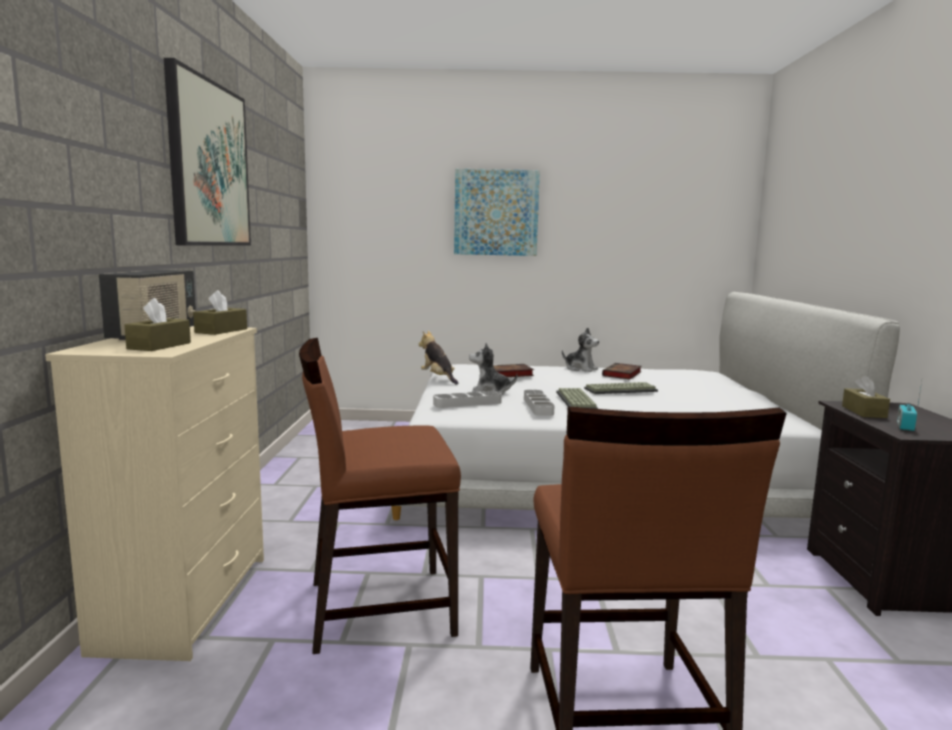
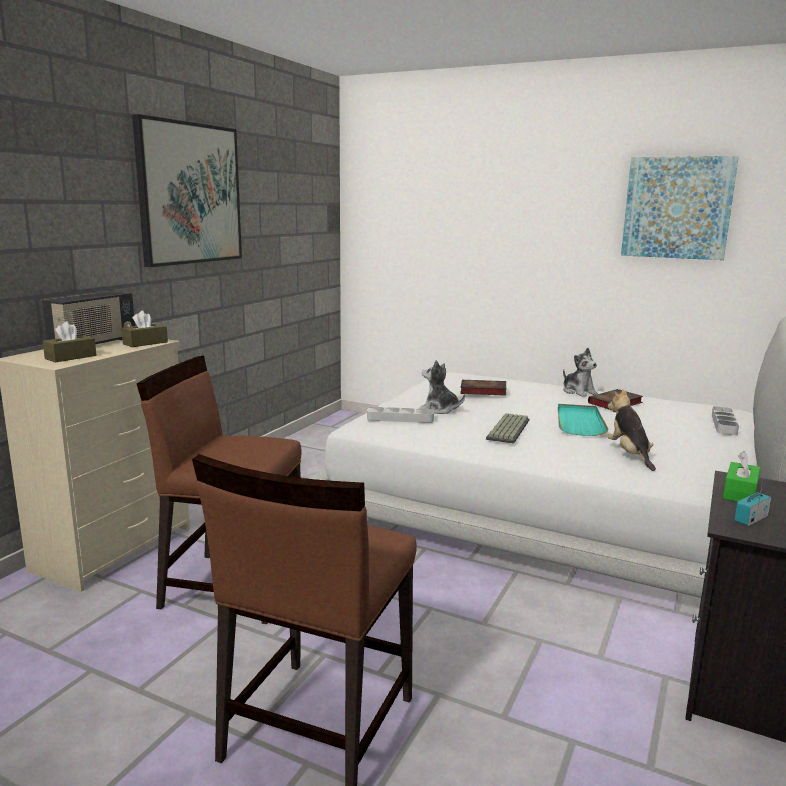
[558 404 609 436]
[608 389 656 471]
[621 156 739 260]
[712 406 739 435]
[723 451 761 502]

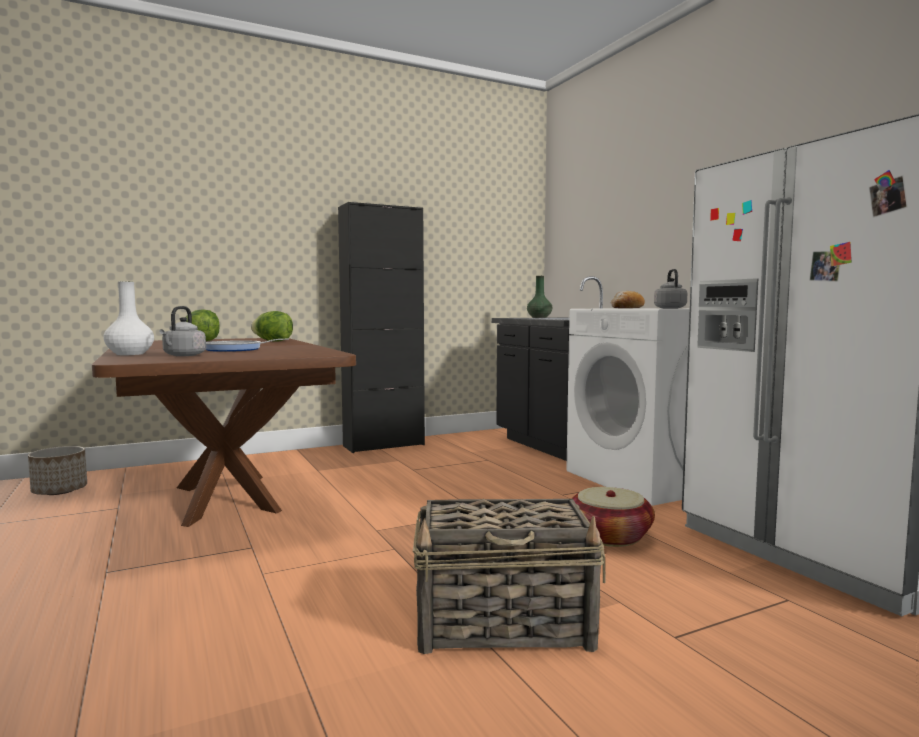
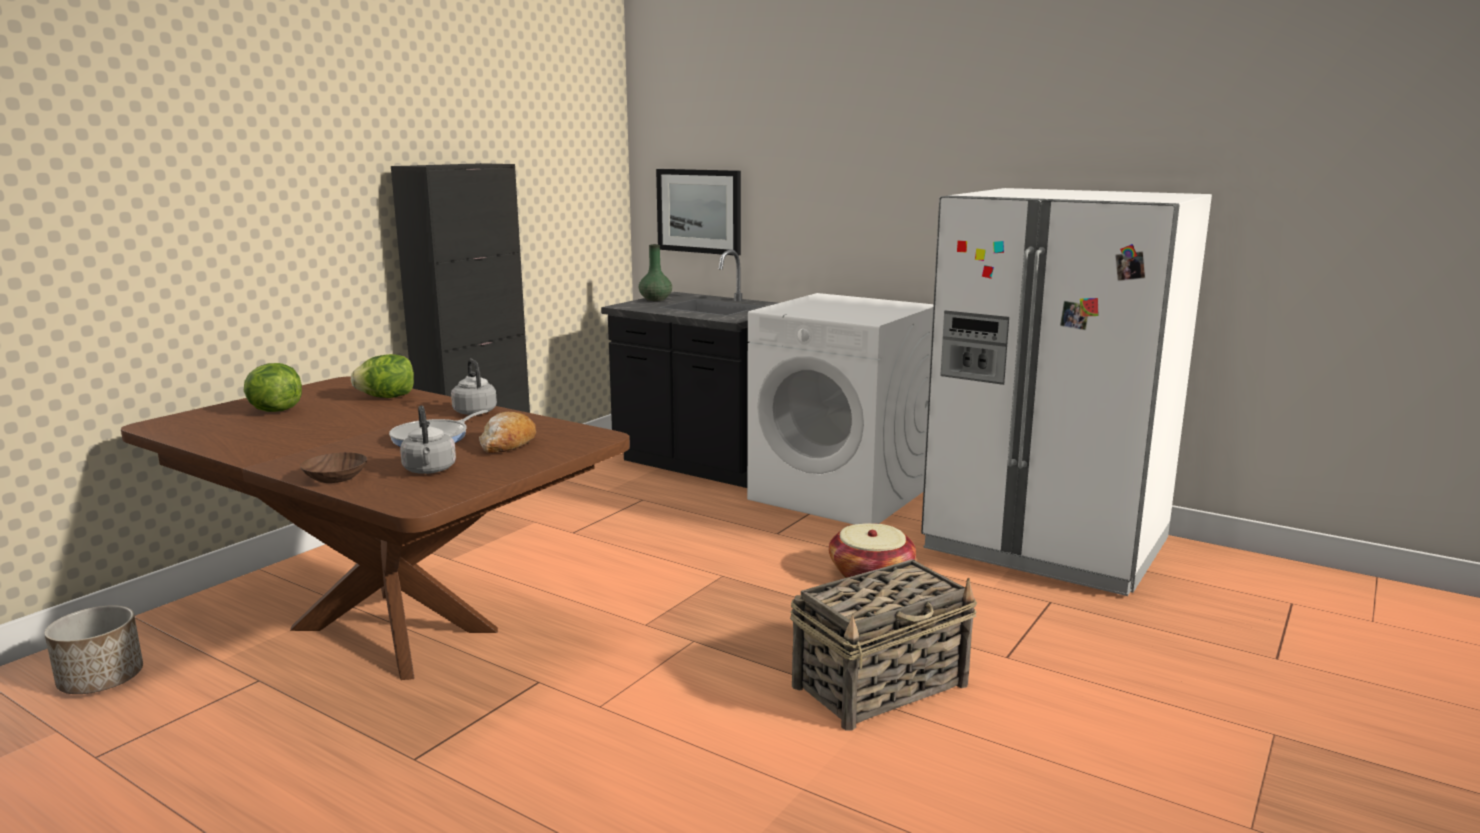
[300 452 368 483]
[451 359 497 415]
[479 412 536 453]
[656 169 741 256]

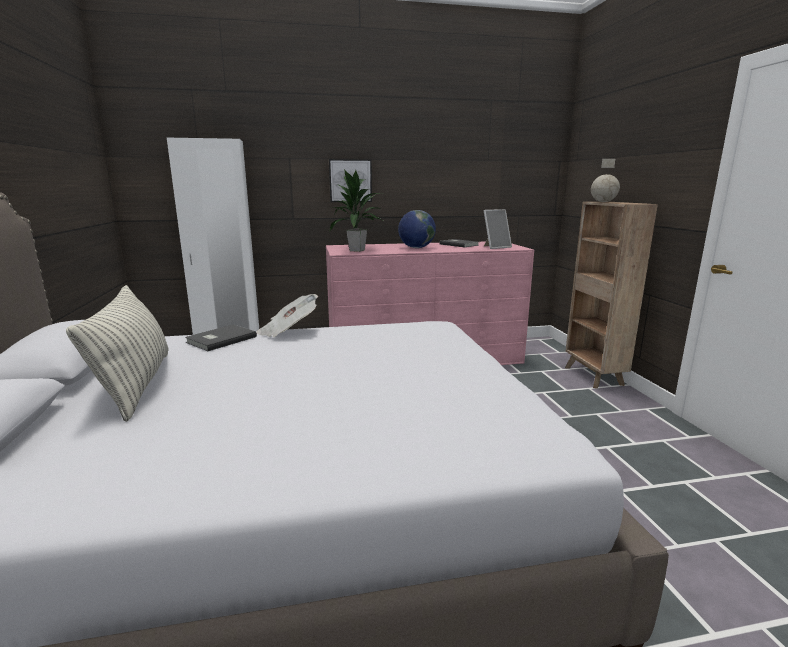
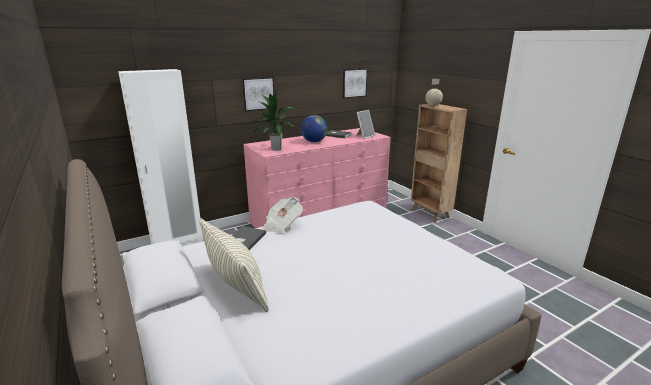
[342 69 368 98]

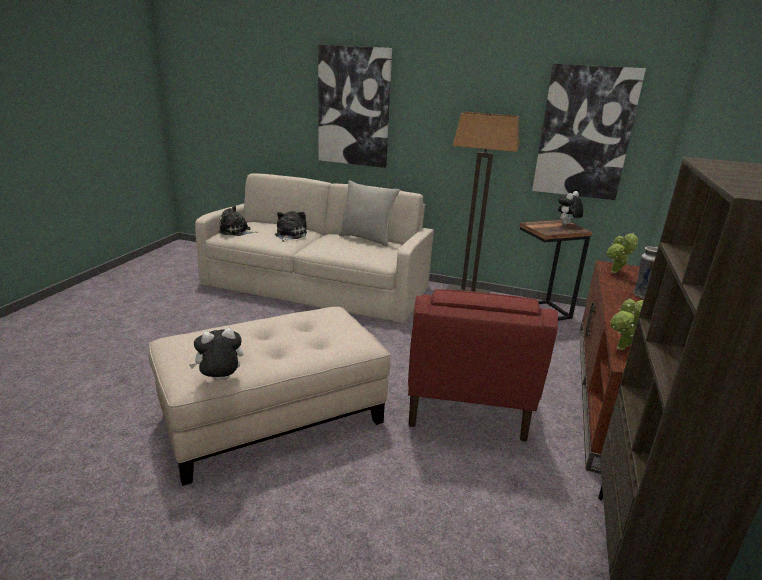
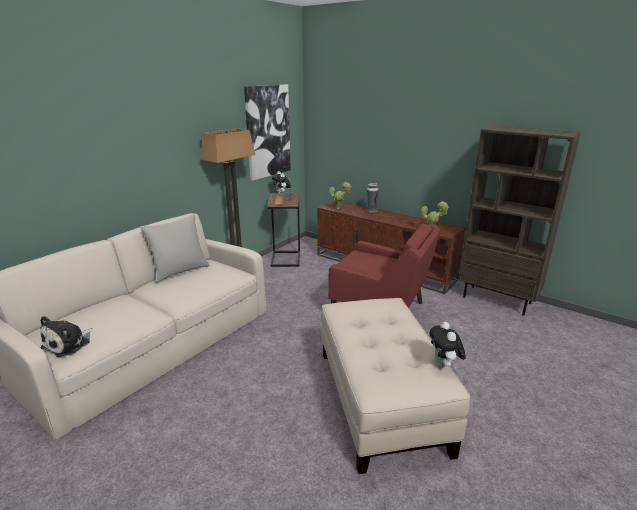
[275 211 307 242] (first image)
[318 45 392 168] (first image)

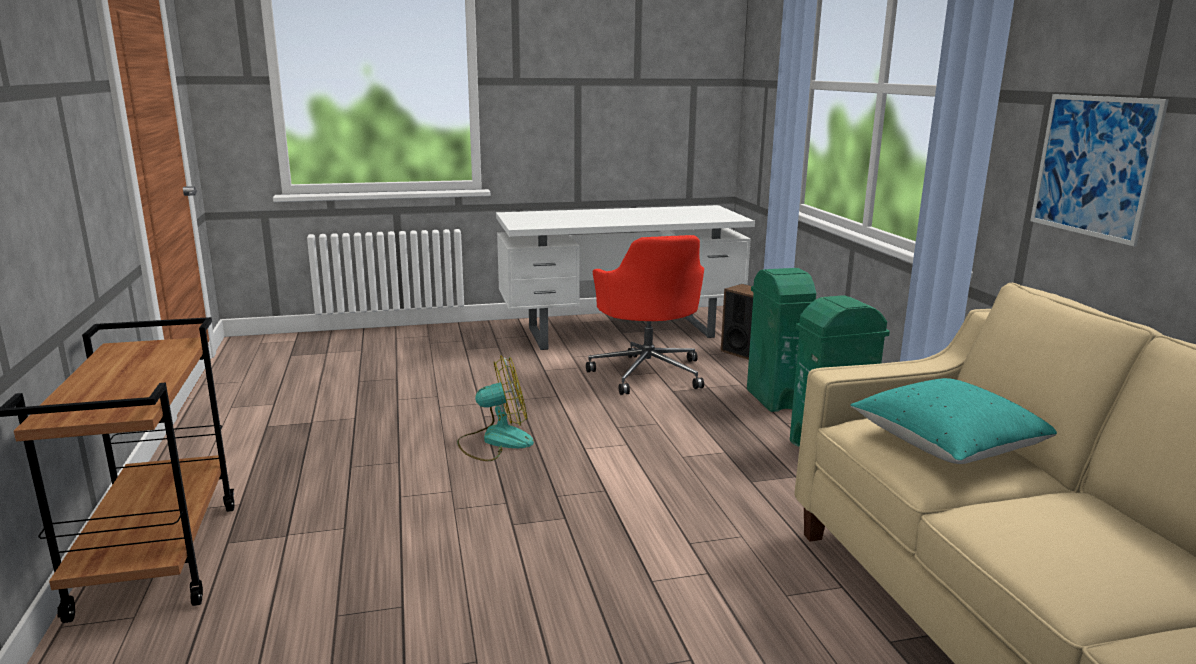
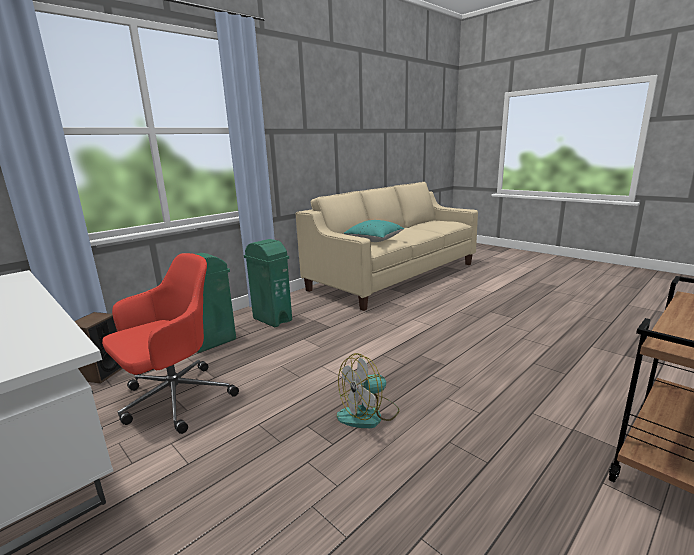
[337 353 399 428]
[1030 94 1169 246] (first image)

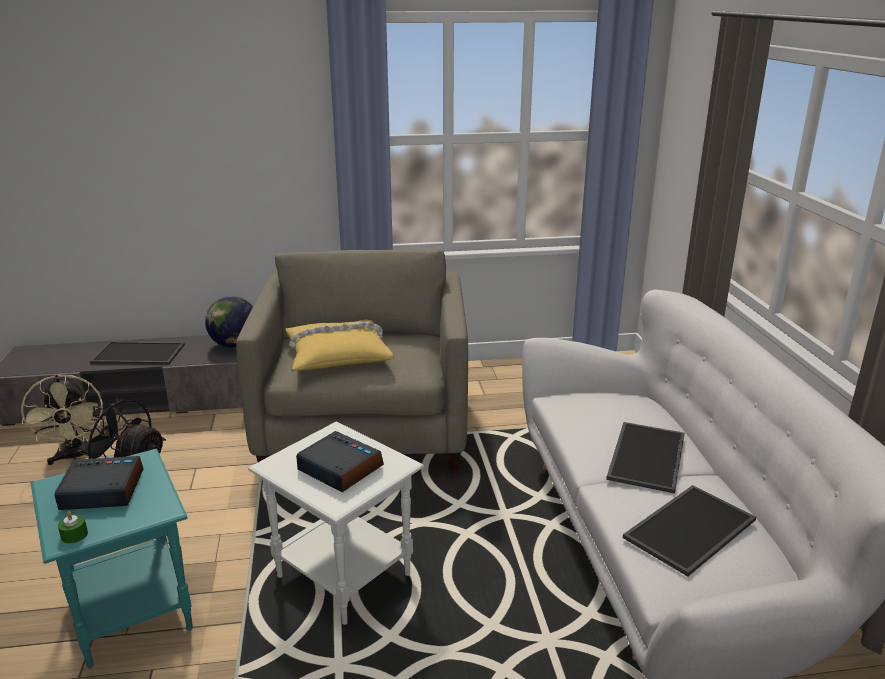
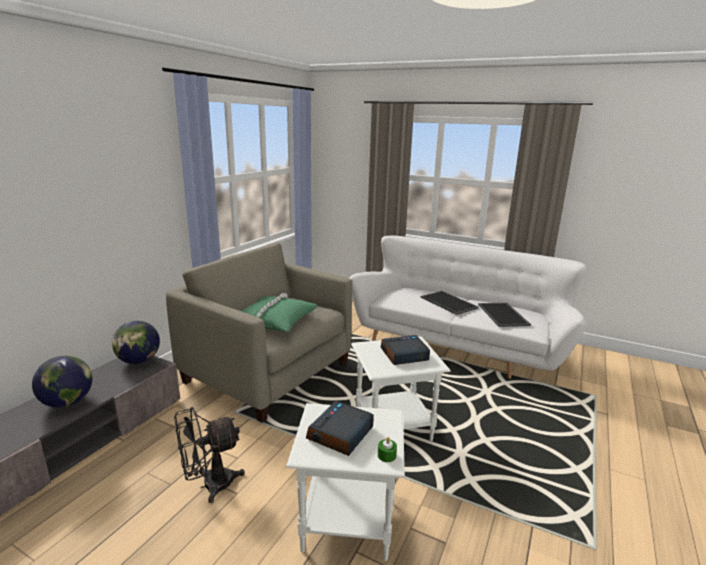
[32 356 92 408]
[241 293 318 332]
[286 403 405 561]
[21 374 103 465] (first image)

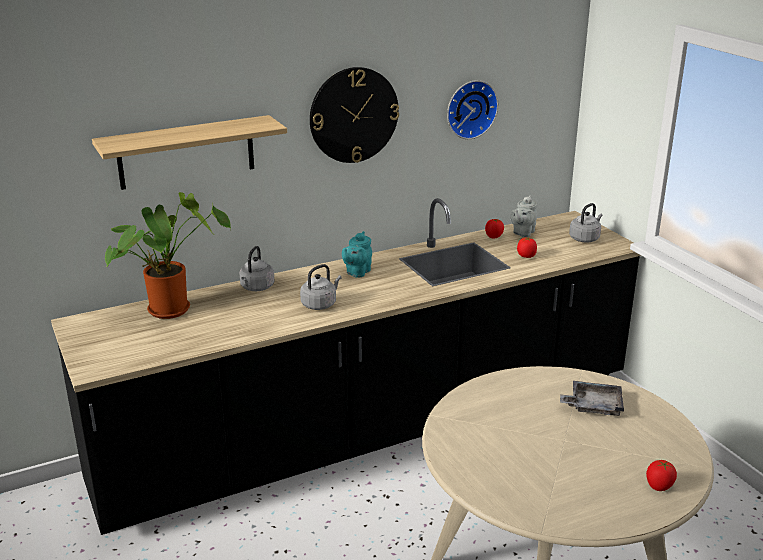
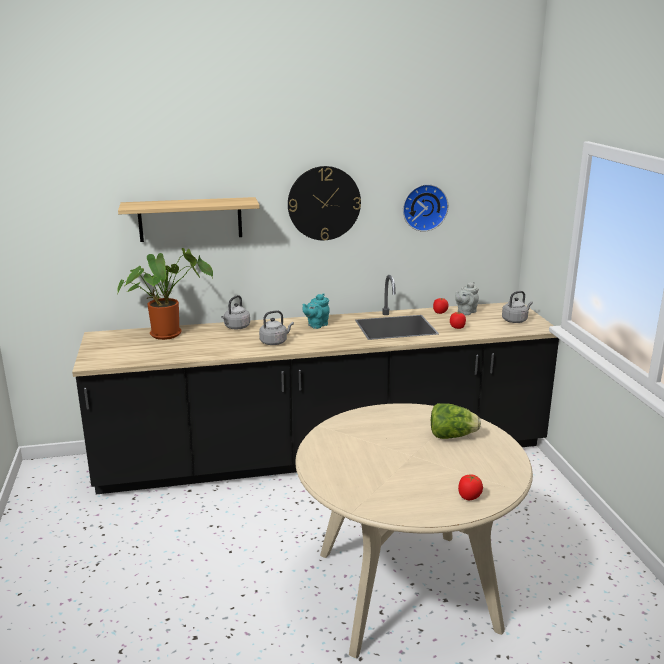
[431 403 481 439]

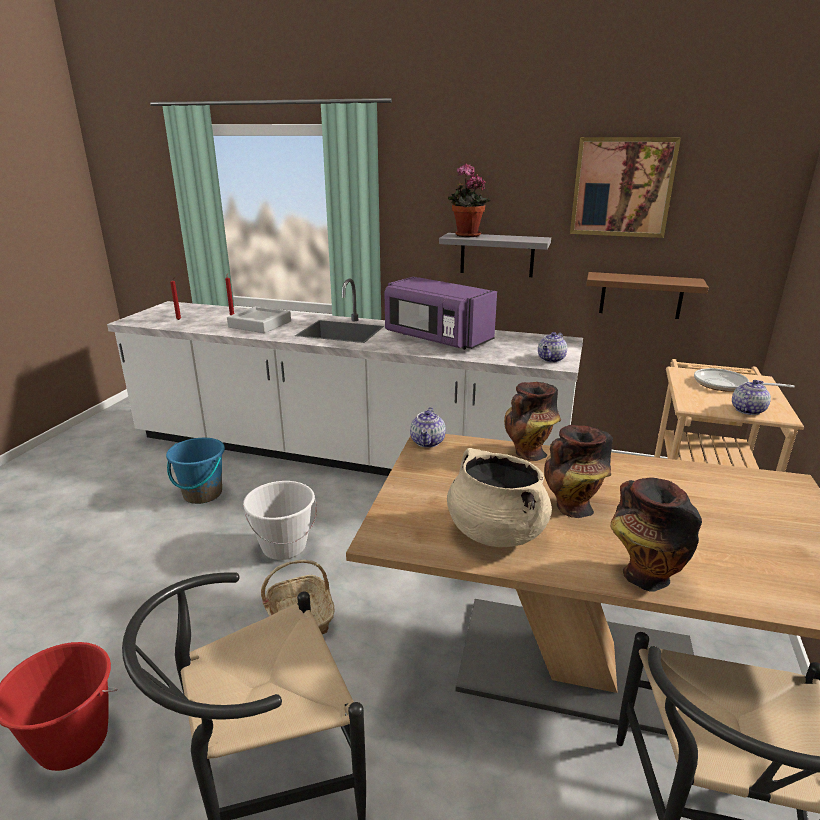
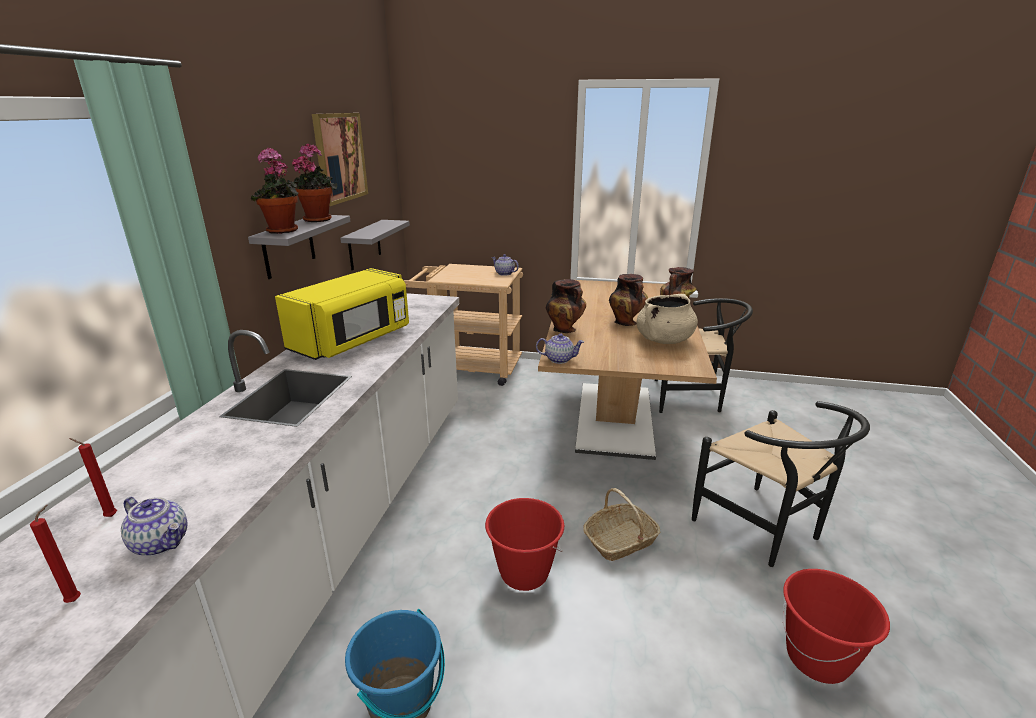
[121 497 188 556]
[275 268 409 360]
[287 143 338 222]
[340 220 410 270]
[485 498 564 591]
[227 306 291 333] (first image)
[694 368 794 392] (first image)

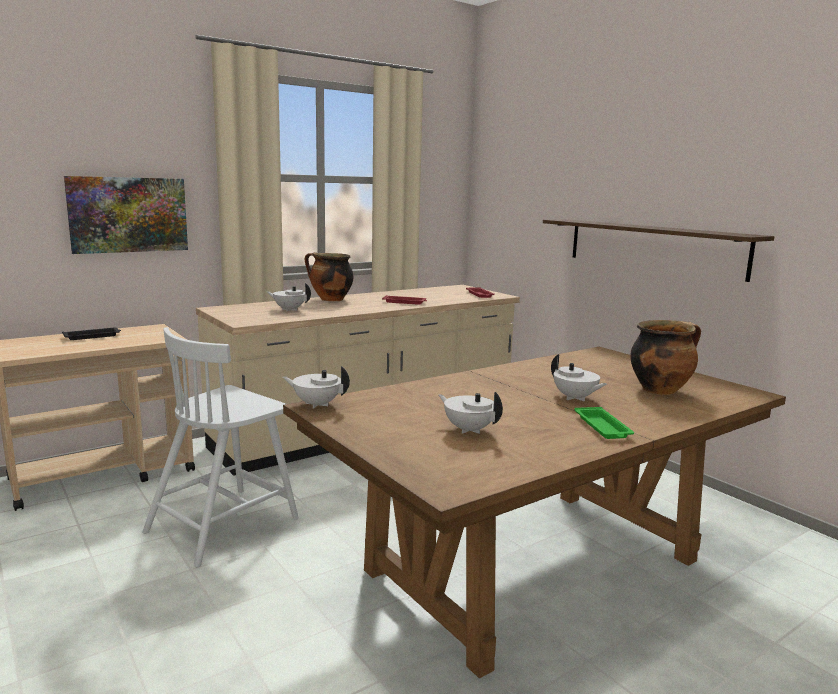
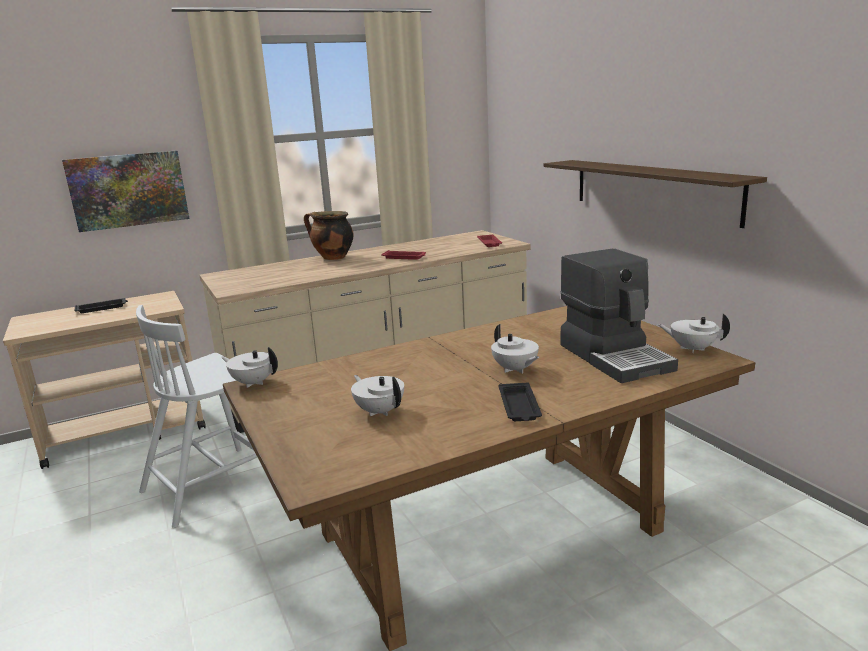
[499 383 542 421]
[560 248 678 383]
[657 314 730 353]

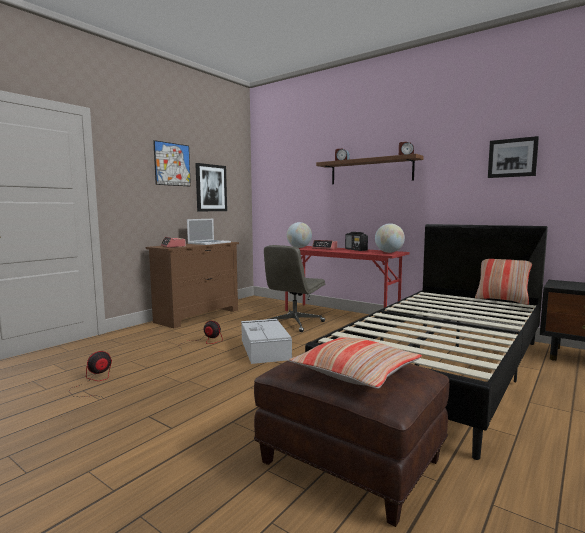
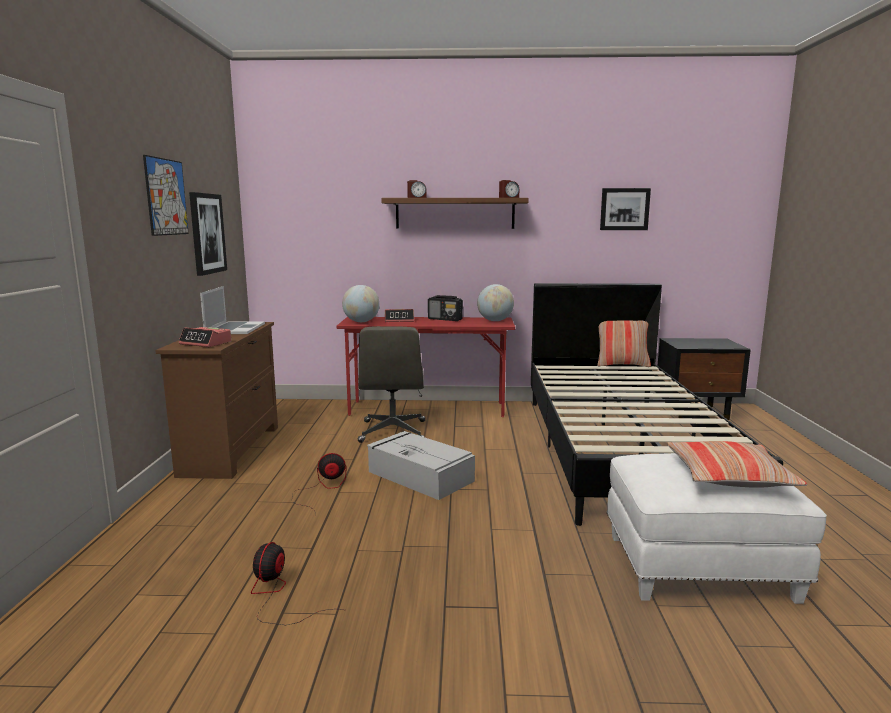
[607 453 827 604]

